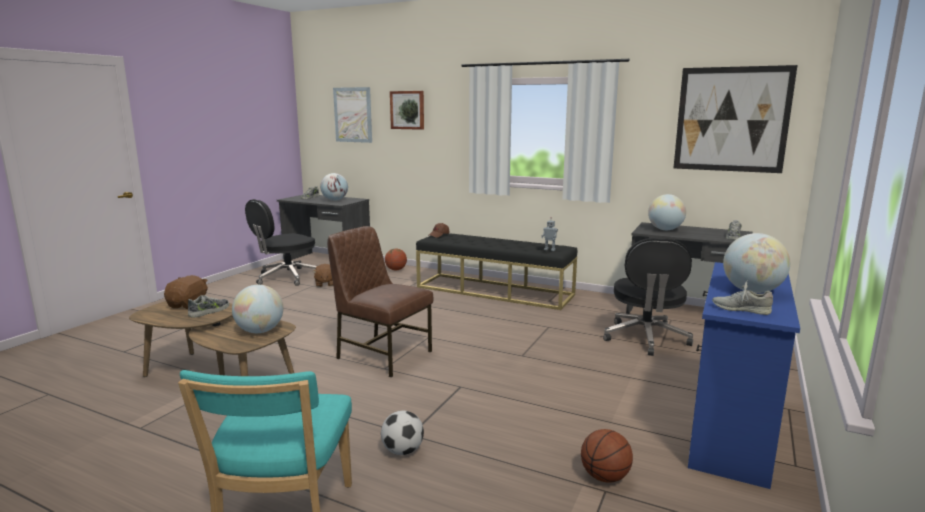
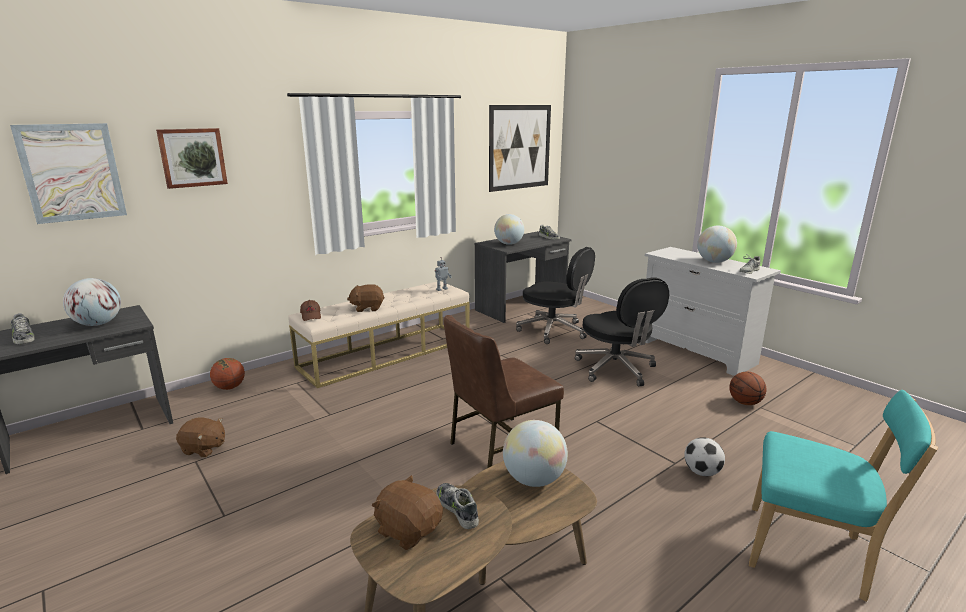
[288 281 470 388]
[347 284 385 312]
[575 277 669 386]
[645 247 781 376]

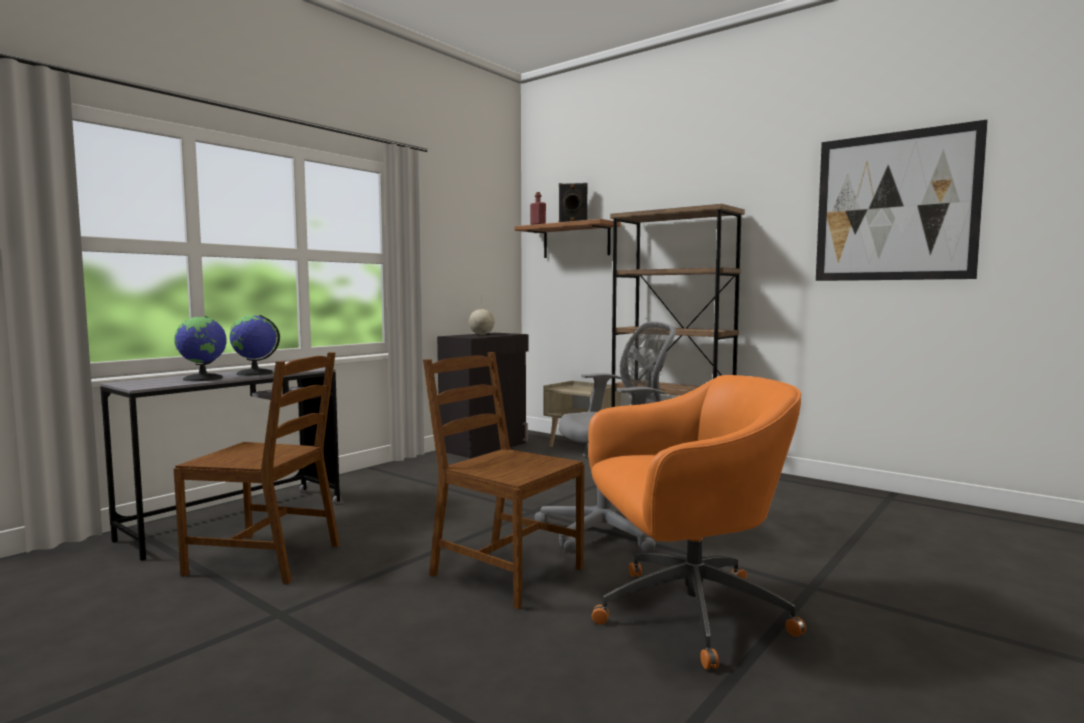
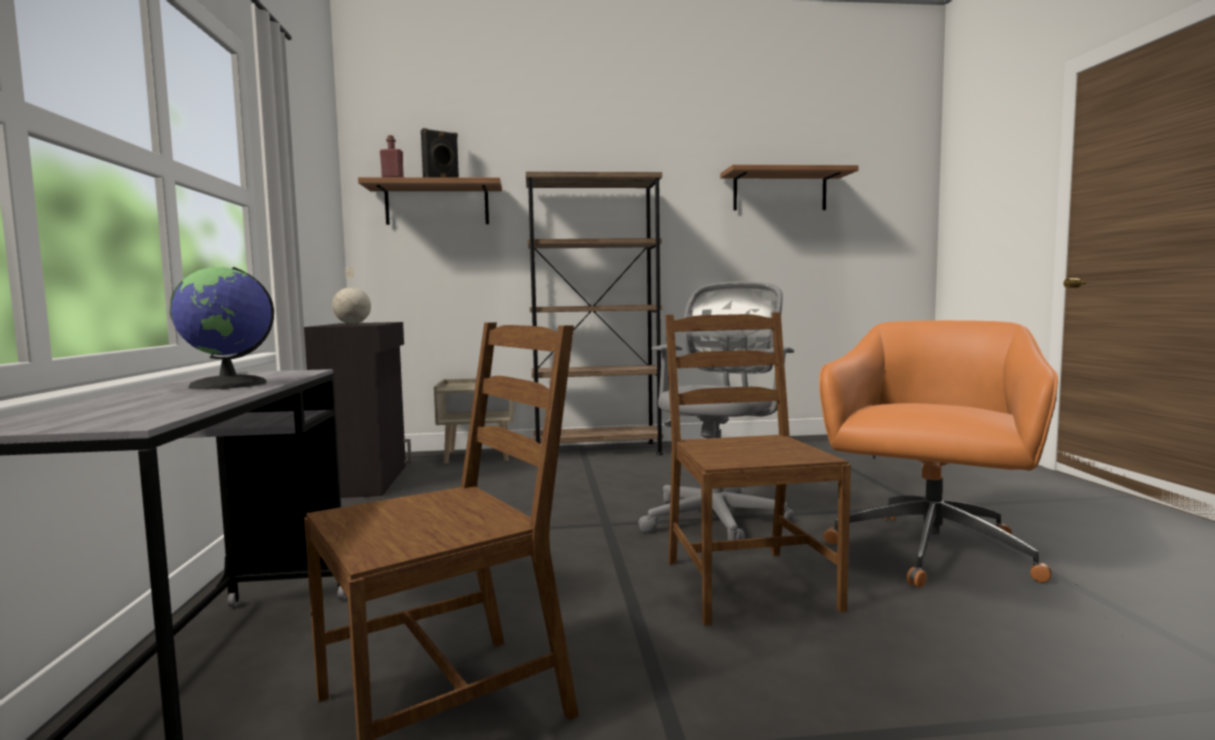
[665 312 851 626]
[720 165 858 211]
[174 316 227 381] (first image)

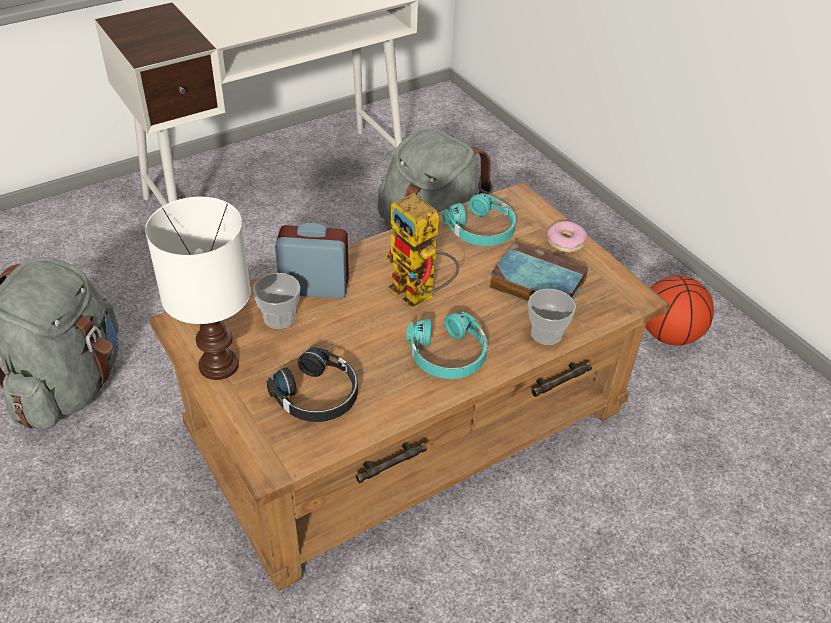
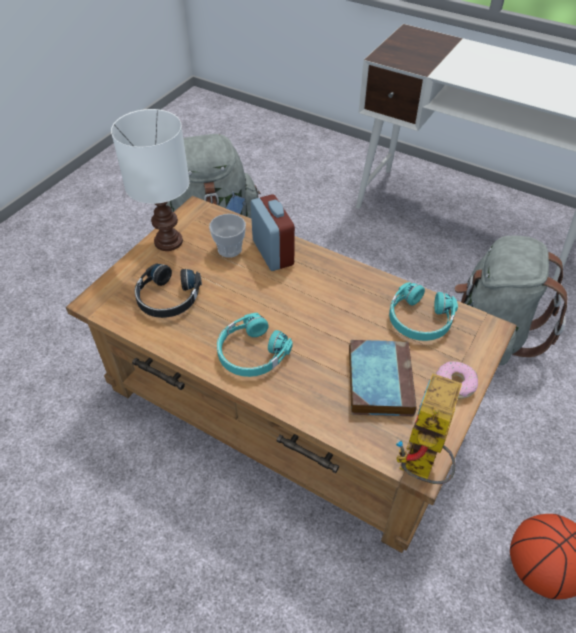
[396 374 462 484]
[528 289 576 345] (first image)

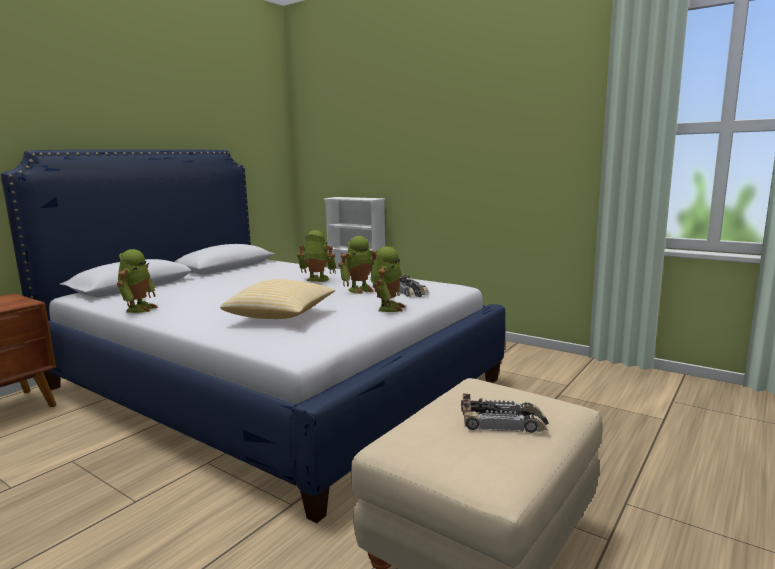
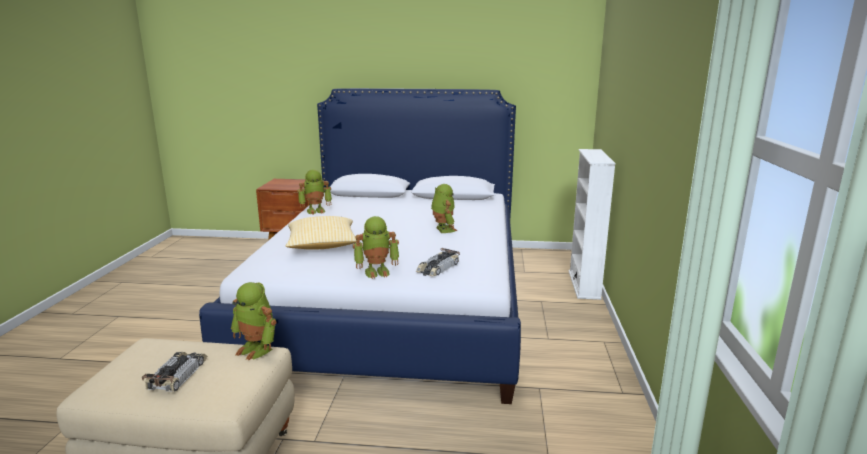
[142 352 208 392]
[231 282 276 360]

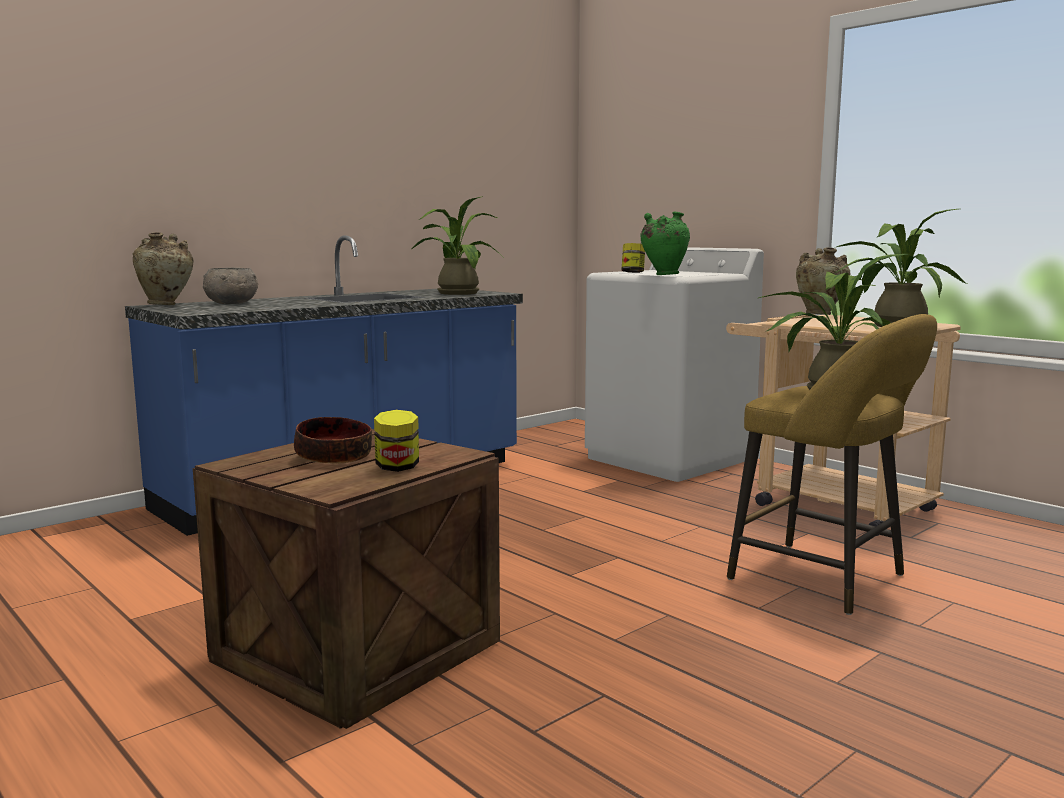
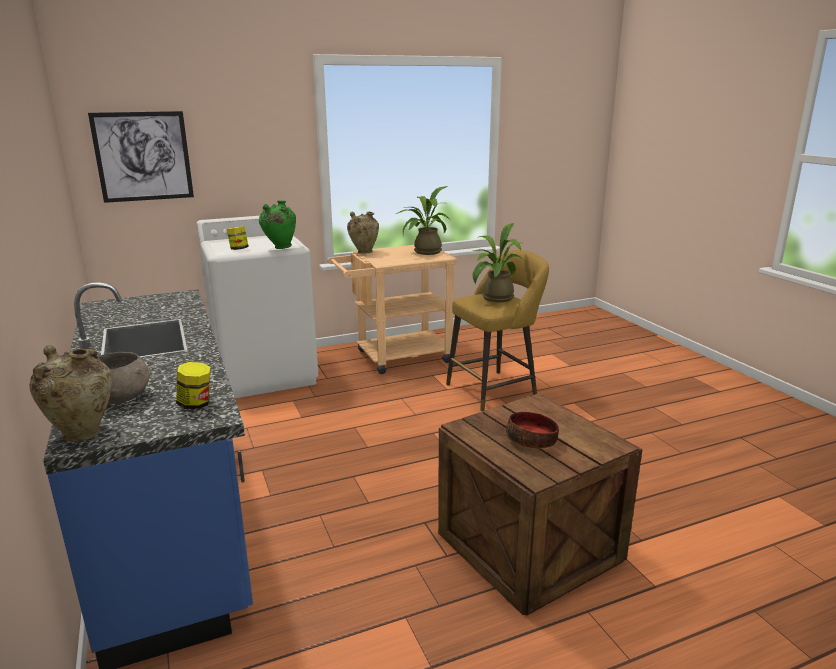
[88 111 194 203]
[176 362 211 409]
[411 196 504 295] (first image)

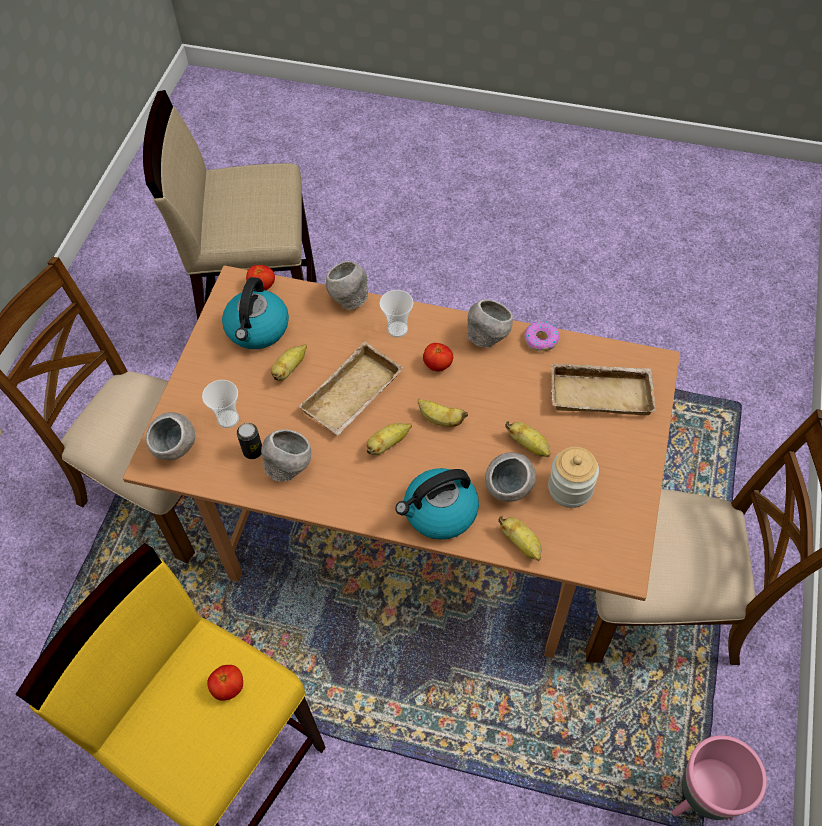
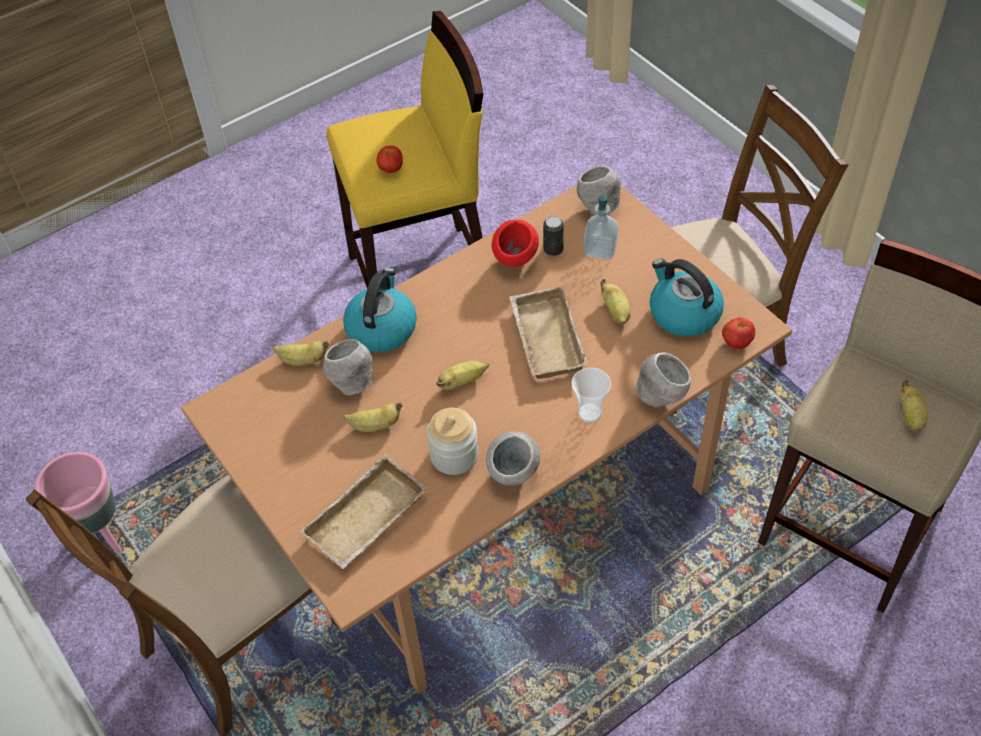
[427 408 478 475]
[492 220 539 267]
[584 194 619 260]
[900 380 928 433]
[423 343 453 372] (first image)
[524 322 560 351] (first image)

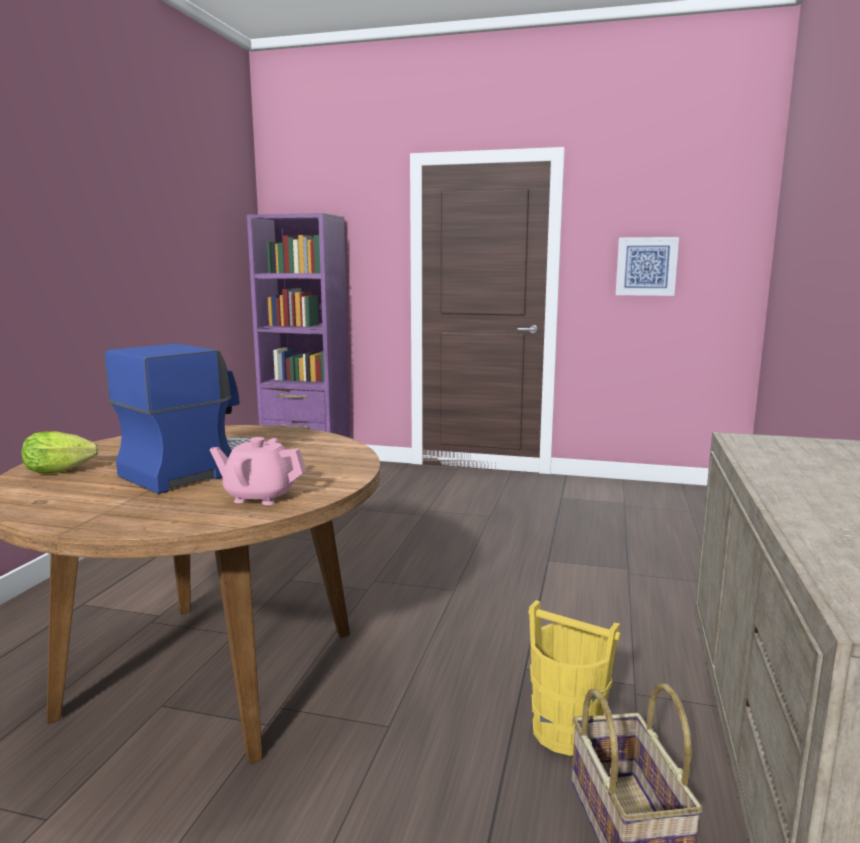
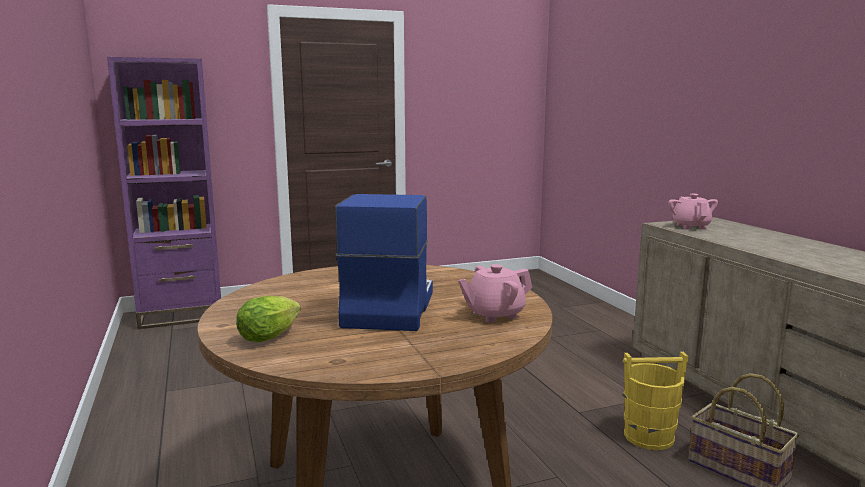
[668 194 718 229]
[616 237 679 296] (first image)

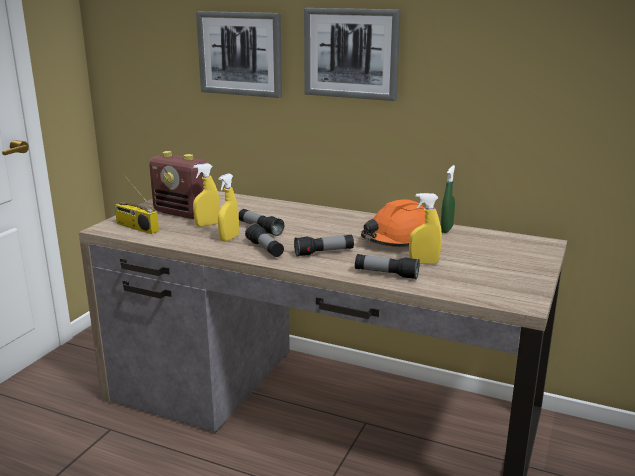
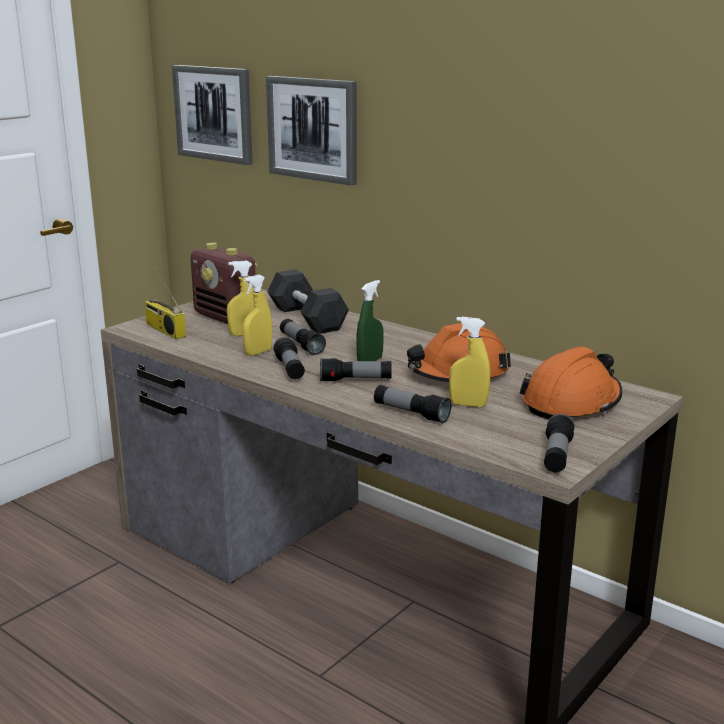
[172 65 252 165]
[267 269 349 334]
[356 280 384 361]
[519 347 622 420]
[544 414 575 472]

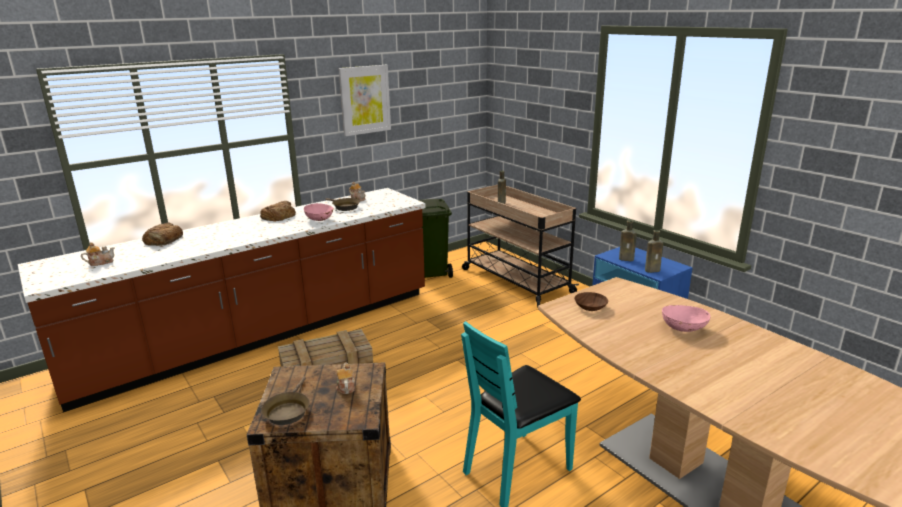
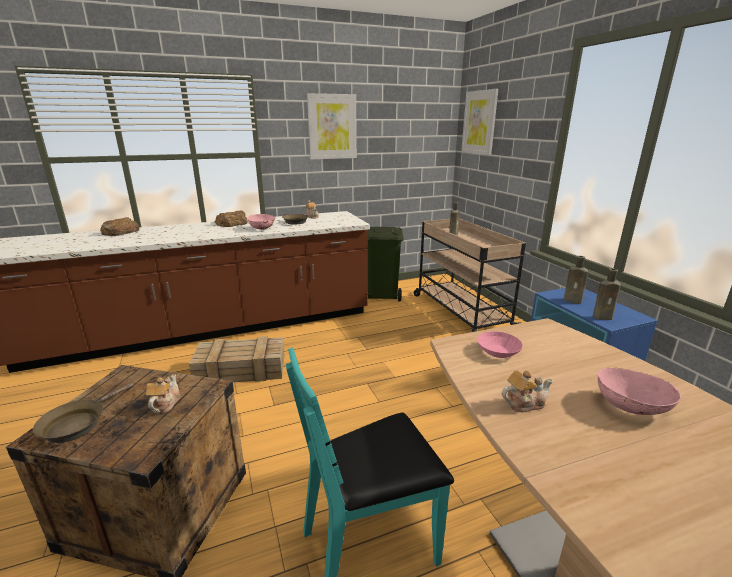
[461 89 498 155]
[477 331 523 358]
[502 370 553 412]

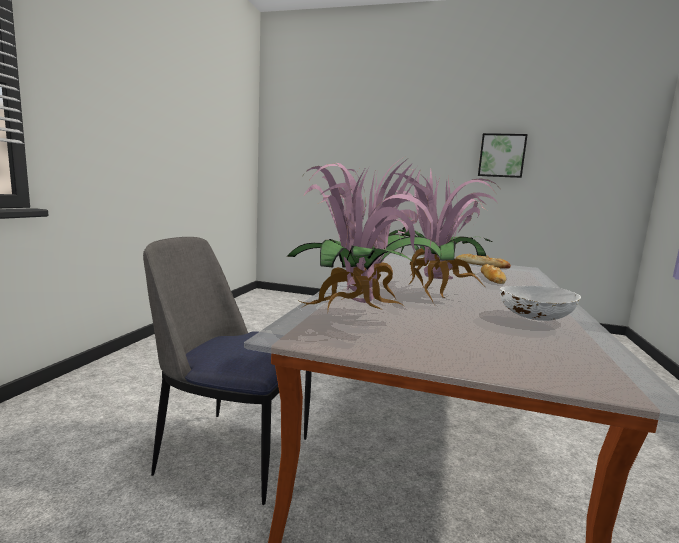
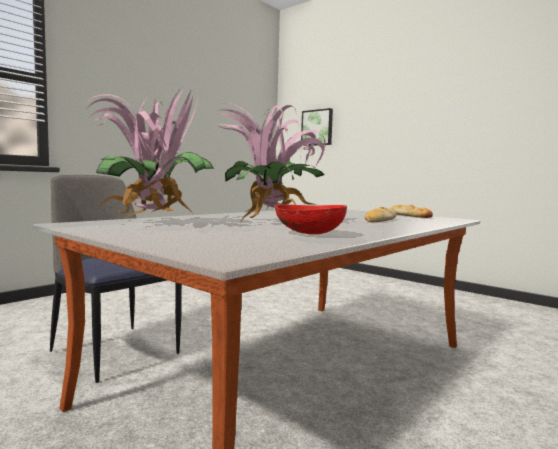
[274 204 347 235]
[301 108 333 146]

